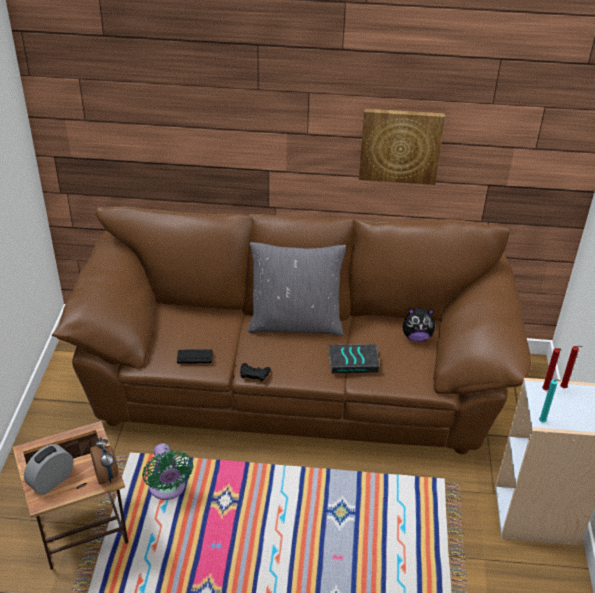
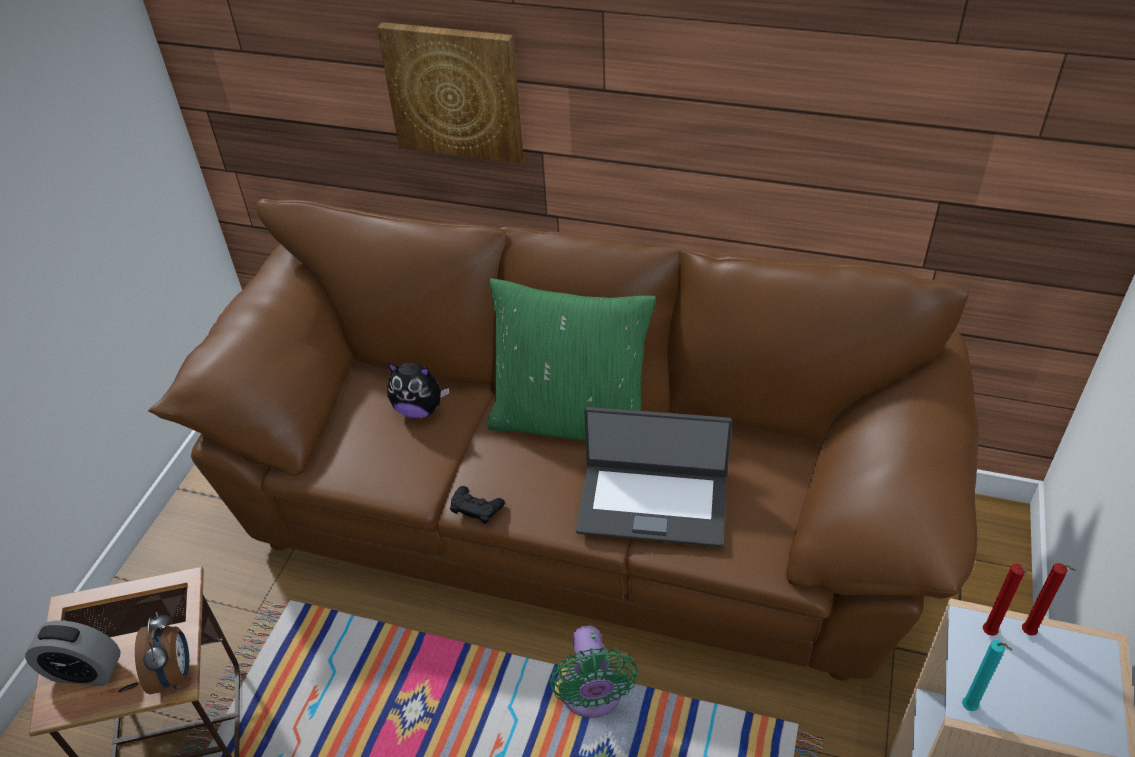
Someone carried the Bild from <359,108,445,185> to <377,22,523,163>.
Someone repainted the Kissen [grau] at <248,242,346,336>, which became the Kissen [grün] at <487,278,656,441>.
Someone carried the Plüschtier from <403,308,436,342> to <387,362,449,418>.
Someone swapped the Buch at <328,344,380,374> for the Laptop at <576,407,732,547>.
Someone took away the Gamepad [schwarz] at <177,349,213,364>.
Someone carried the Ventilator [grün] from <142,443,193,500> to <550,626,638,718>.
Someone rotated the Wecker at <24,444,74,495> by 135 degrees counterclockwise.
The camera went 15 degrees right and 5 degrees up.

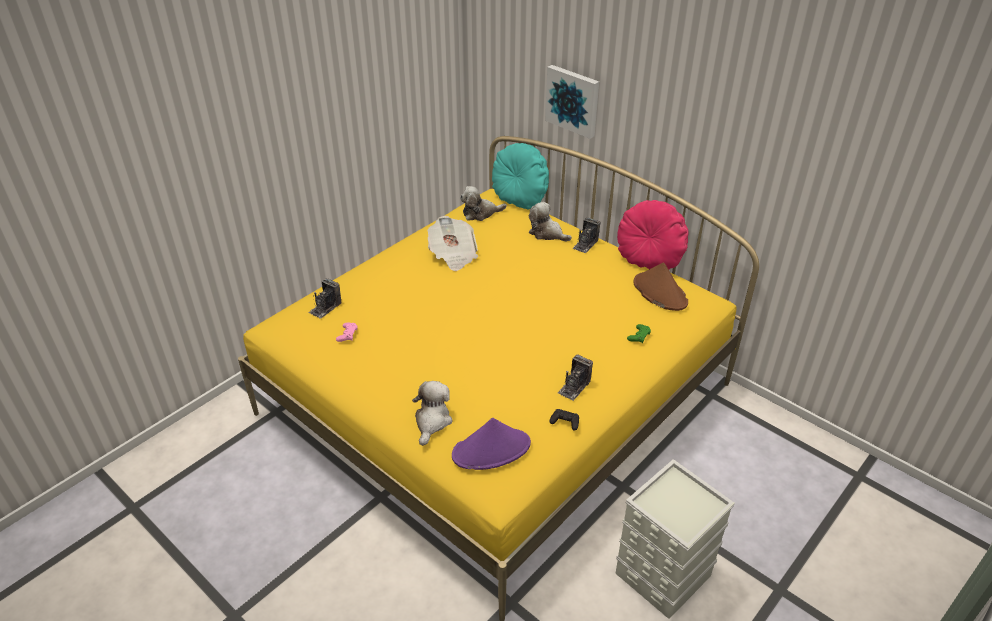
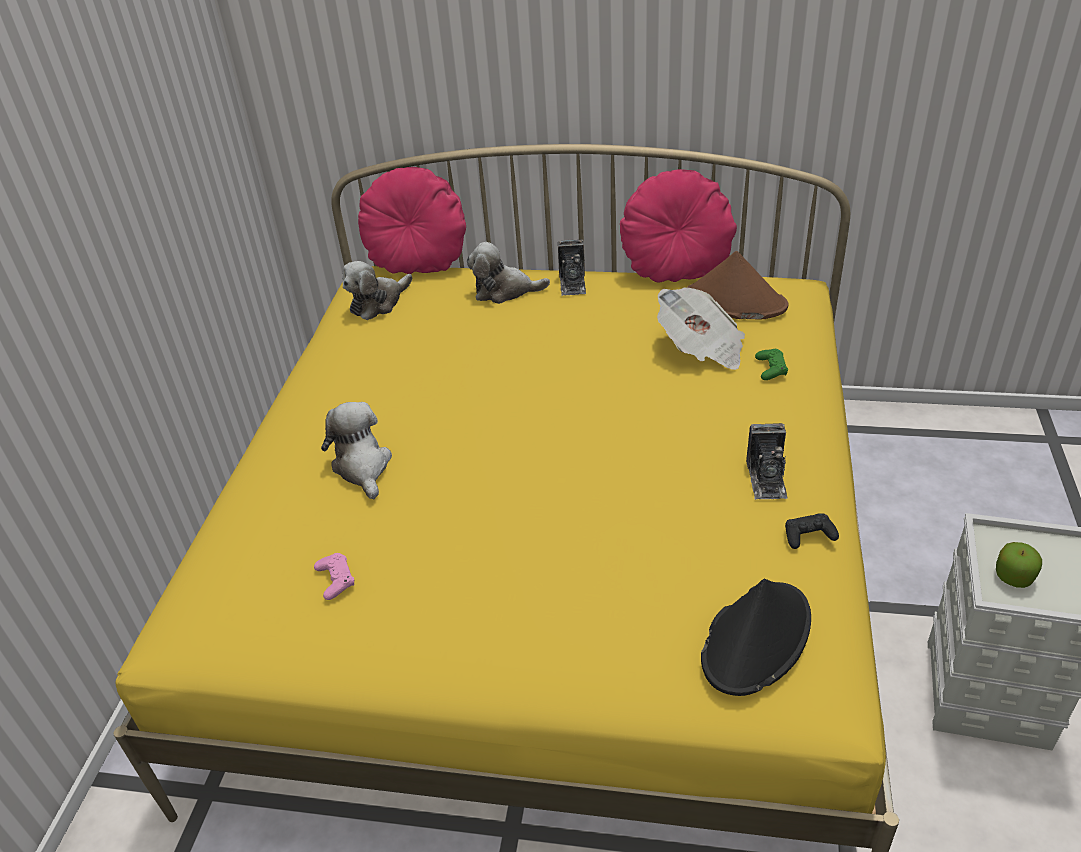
Someone took away the Bild at <545,65,599,139>.
Someone repainted the Kissen [türkis] at <492,143,549,210>, which became the Kissen [rosa] at <358,167,466,274>.
Someone carried the Zeitung from <428,216,478,271> to <657,287,745,370>.
Someone took away the Kamera at <309,278,341,319>.
Someone carried the Plüschtier from <412,381,452,446> to <321,402,392,500>.
Someone repainted the Hut [lila] at <452,418,531,470>, which became the Hut [schwarz] at <701,579,811,696>.
Someone put down the Apfel at <996,542,1042,588>.
The camera went 30 degrees left and 0 degrees up.

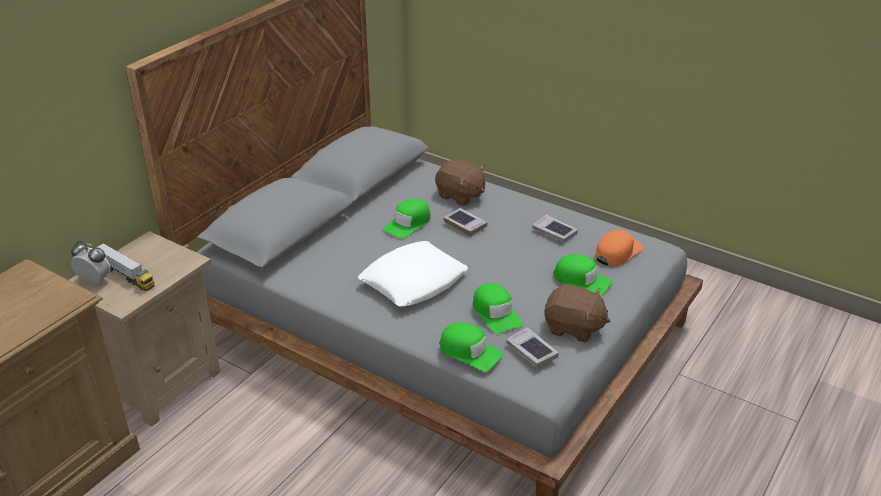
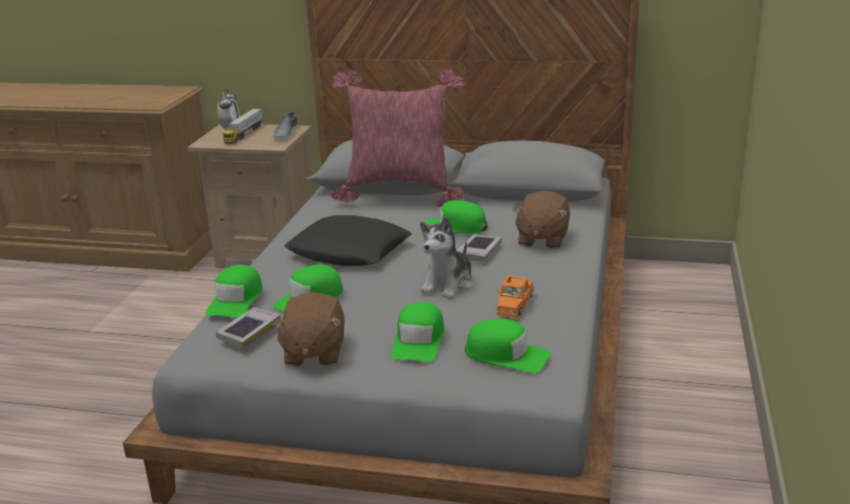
Someone swapped the Buch at <532,214,578,243> for the Spielzeugauto [orange] at <497,275,534,318>.
Someone repainted the Kappe [orange] at <595,230,644,266>, which became the Kappe [grün] at <465,318,550,373>.
Someone repainted the Kissen [weiß] at <358,241,468,307>, which became the Kissen [schwarz] at <284,215,411,266>.
Someone put down the Kissen [rot] at <330,68,466,207>.
Someone put down the Schuh [grau] at <273,112,298,140>.
Someone put down the Plüschtier at <420,217,473,299>.
The camera went 70 degrees right and 10 degrees down.

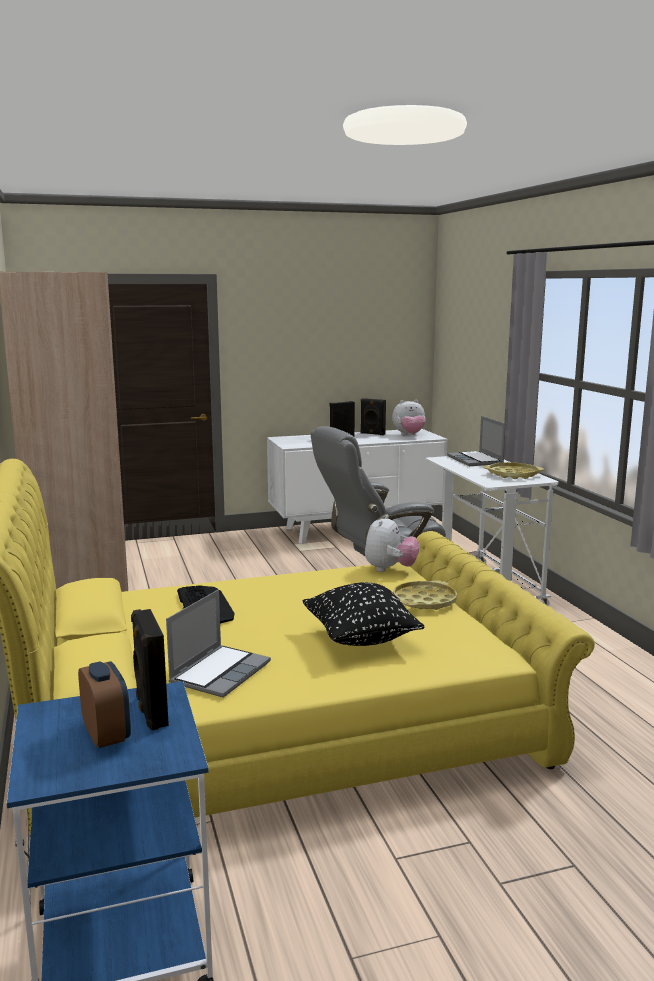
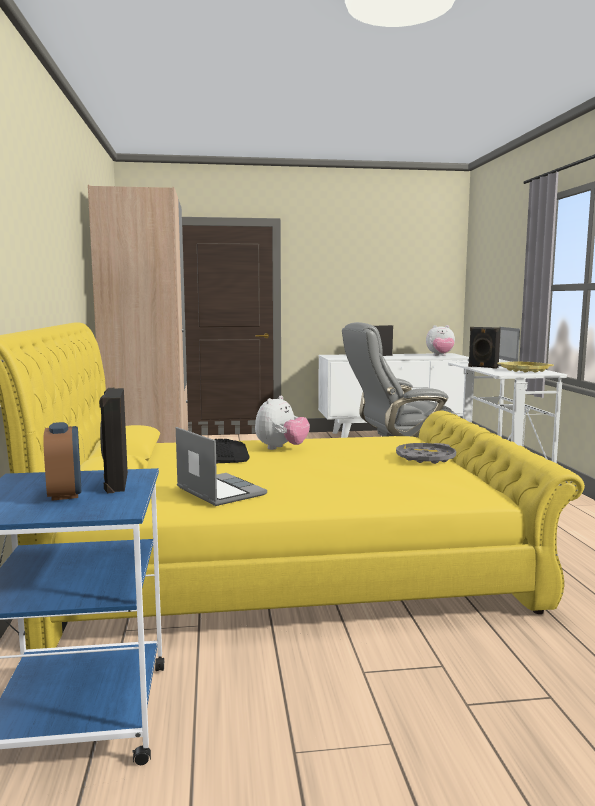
Someone carried the Lautsprecher [schwarz] from <360,398,386,435> to <468,327,501,369>.
Someone carried the Plüschtier from <365,515,419,572> to <255,396,310,450>.
Someone repainted the Tablett [gelb] at <393,580,457,610>, which became the Tablett [grau] at <396,443,456,464>.
Someone took away the Kissen [schwarz] at <303,582,425,646>.
Someone rotated the Laptop at <166,590,271,698> by 75 degrees counterclockwise.
The camera went 10 degrees right and 5 degrees down.

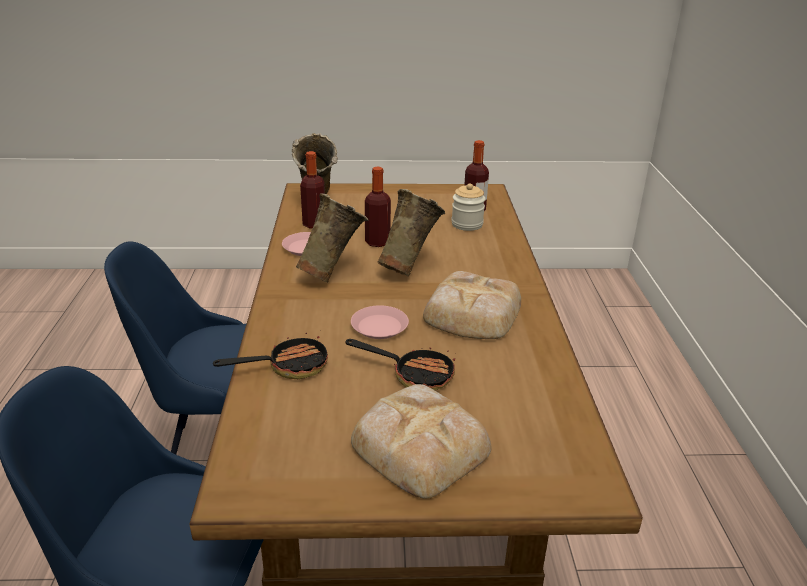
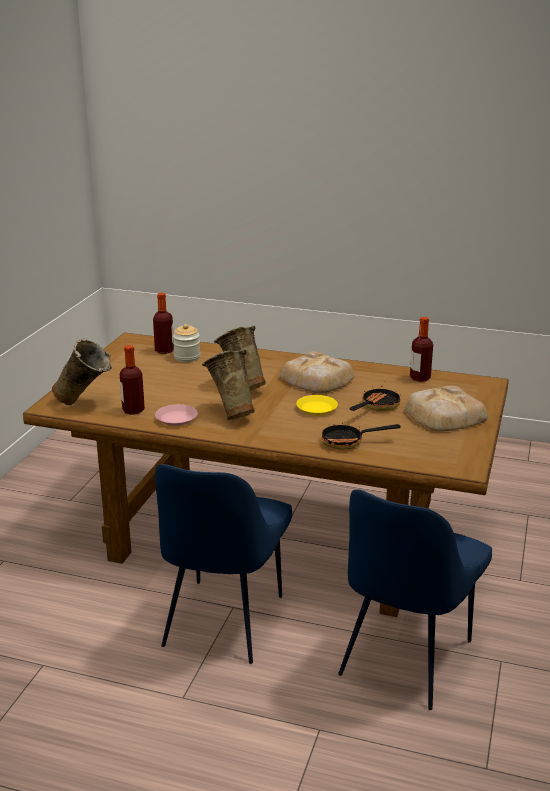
Someone carried the Flasche from <365,167,391,247> to <410,317,433,382>.
Someone repainted the Teller [rosa] at <351,305,409,339>, which became the Teller [gelb] at <296,395,338,415>.
Someone rotated the Pfanne at <213,333,328,379> by 90 degrees counterclockwise.
The camera went 70 degrees left and 5 degrees down.

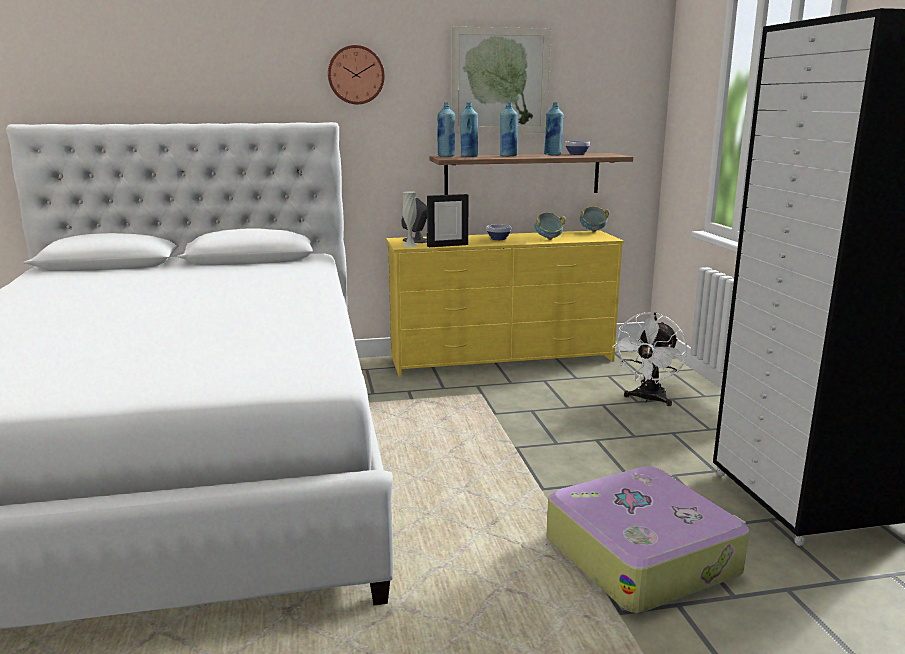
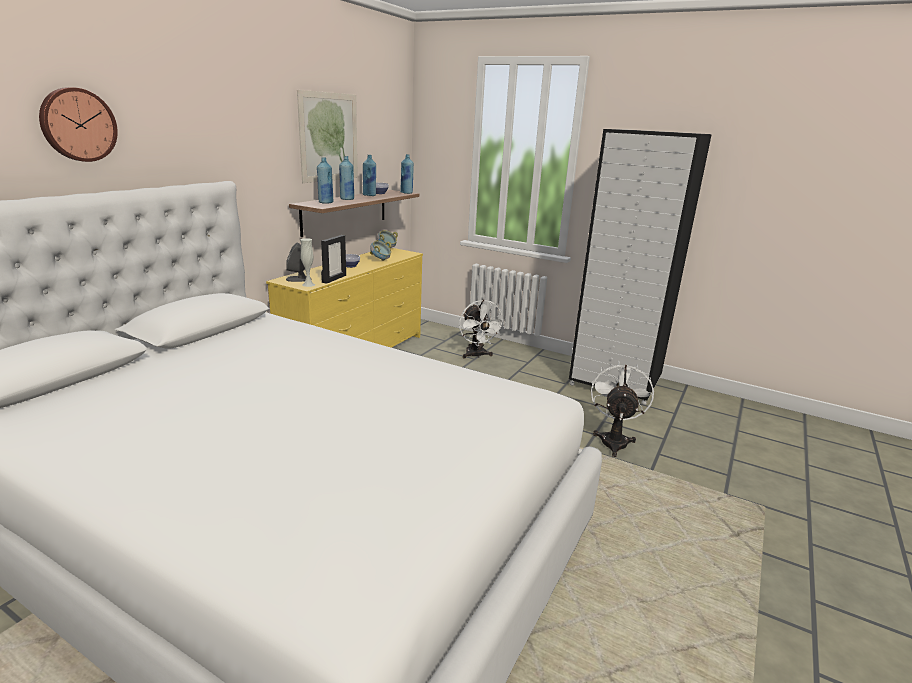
Someone carried the Wanduhr from <328,45,385,104> to <39,87,118,162>.
Someone carried the Flasche [blau] from <437,102,455,157> to <400,154,414,194>.
Someone swapped the Koffer at <547,466,749,613> for the Ventilator [weiß] at <591,361,654,457>.
The camera went 50 degrees left and 5 degrees up.

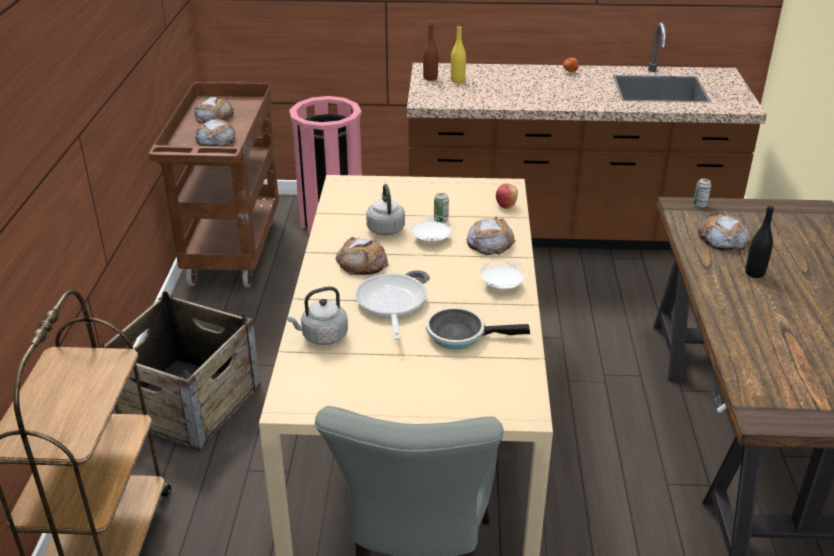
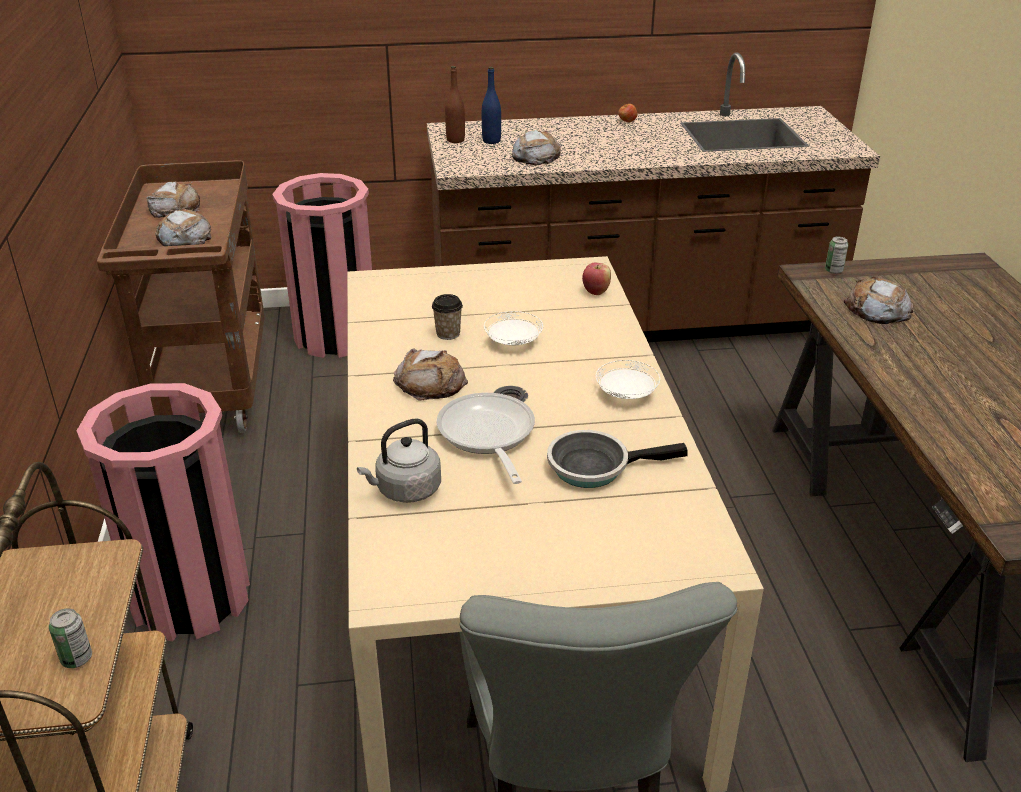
Someone repainted the Flasche [gelb] at <451,24,466,83>, which became the Flasche [blau] at <482,67,501,144>.
Someone swapped the Wasserkessel [grau] at <366,184,405,235> for the Tasse at <432,294,463,340>.
Someone carried the Dose from <434,193,449,223> to <49,608,92,668>.
Someone took away the Flasche [schwarz] at <745,204,774,278>.
Someone carried the Brot from <466,216,516,255> to <512,130,562,166>.
Someone swapped the Kiste at <100,291,261,451> for the Mülleimer [rosa] at <77,383,250,642>.
The camera went 10 degrees left and 0 degrees up.

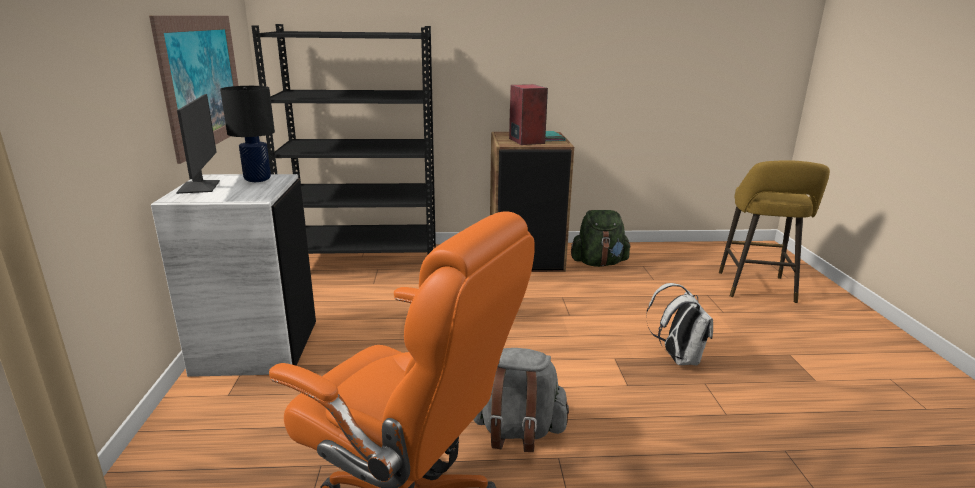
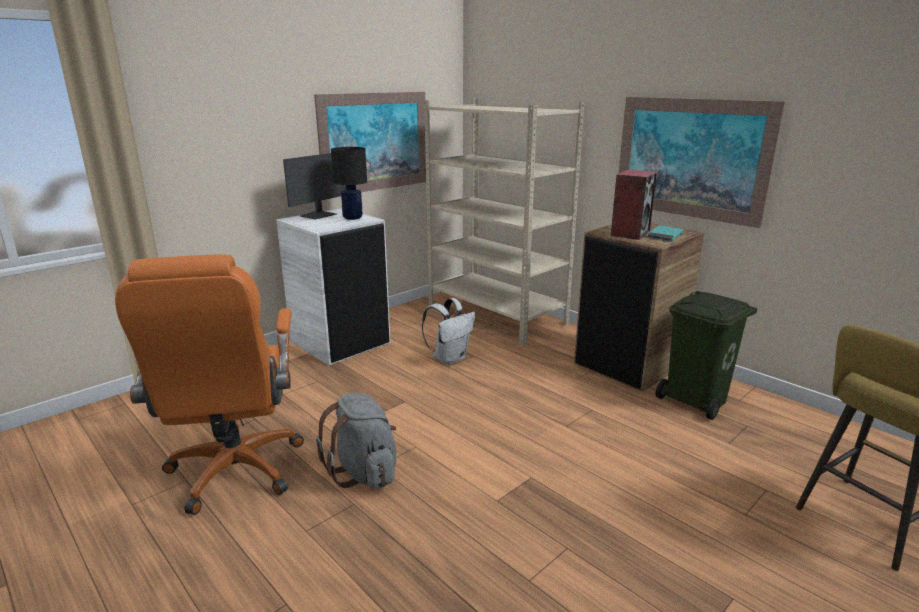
Someone repainted the Bücherregal [schwarz] at <252,24,436,254>, which became the Bücherregal [beige] at <424,98,585,345>.
Someone swapped the Rucksack [grün] at <571,210,631,267> for the Mülleimer [grün] at <656,291,757,420>.
Someone carried the Rucksack [weiß] from <646,283,713,366> to <422,298,475,365>.
Someone put up the Bild at <619,97,786,228>.
The camera went 50 degrees right and 0 degrees up.

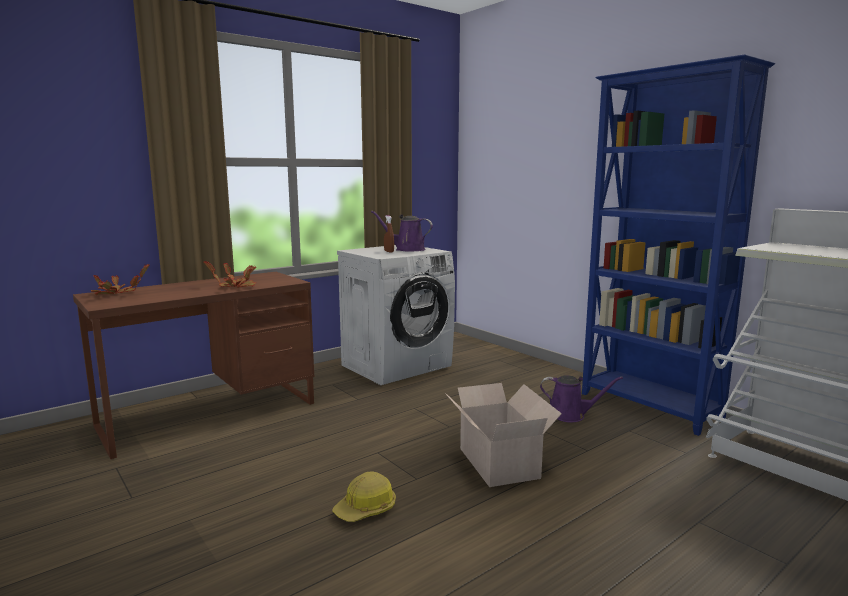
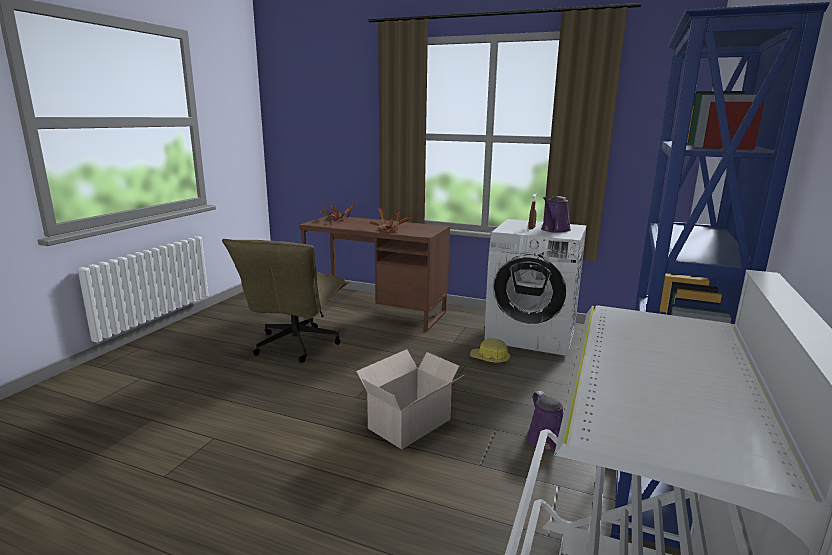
Someone rotated the Gießkanne [lila] at <371,211,433,252> by 135 degrees counterclockwise.
Someone carried the Schutzhelm from <332,472,396,522> to <470,338,510,363>.
Someone put down the Bürostuhl [beige] at <222,239,350,363>.
The camera went 60 degrees right and 5 degrees up.

